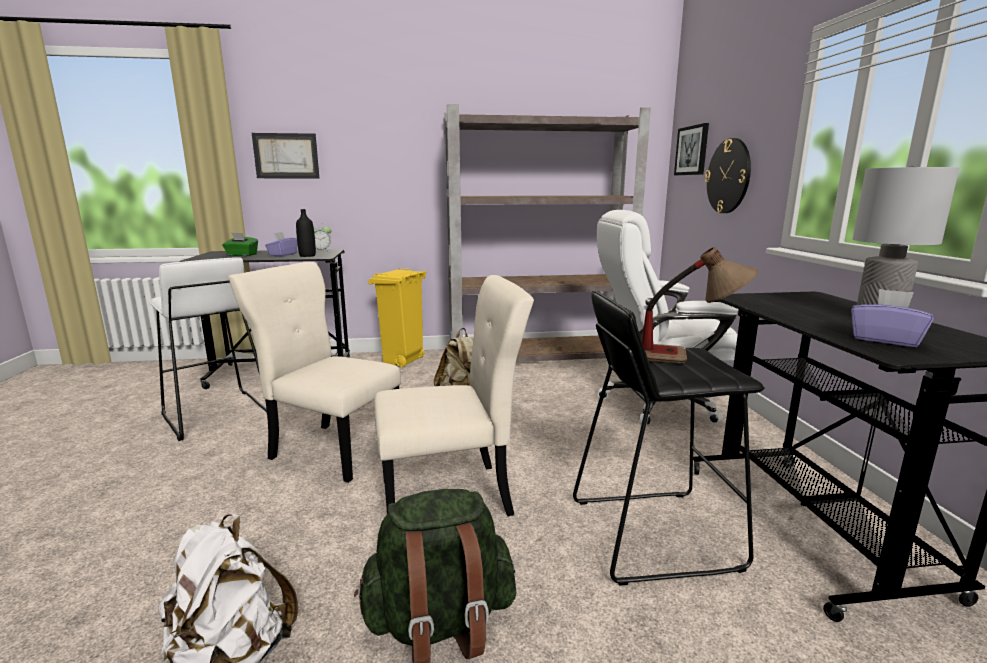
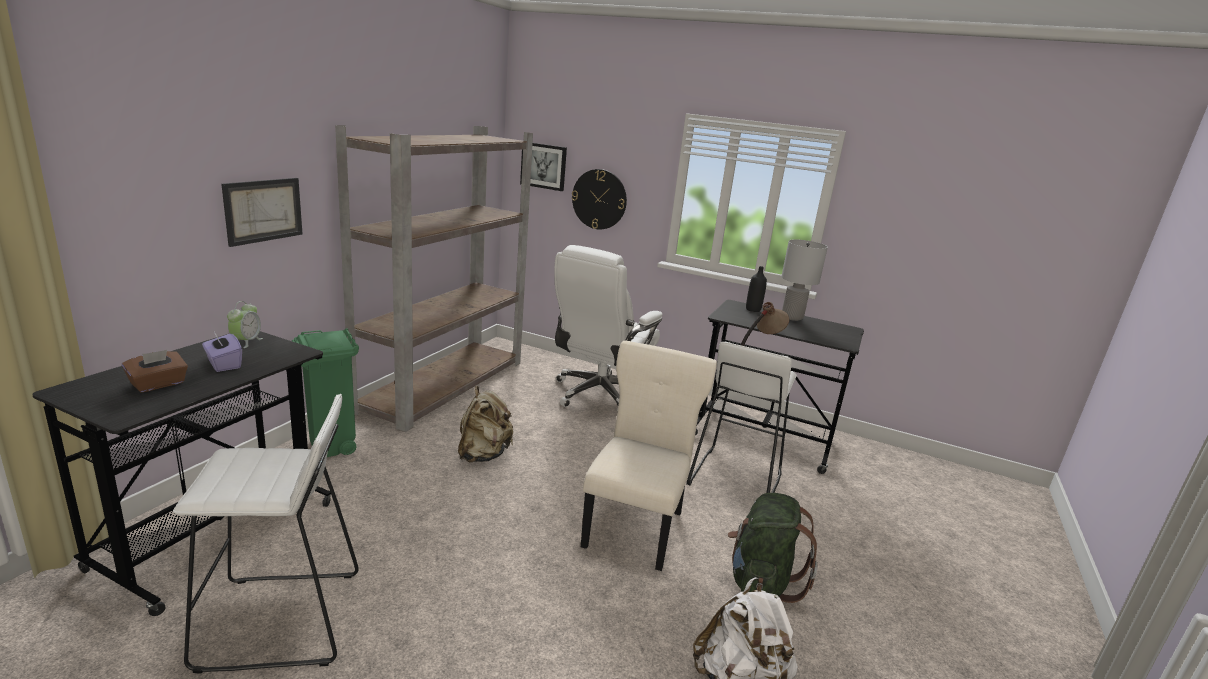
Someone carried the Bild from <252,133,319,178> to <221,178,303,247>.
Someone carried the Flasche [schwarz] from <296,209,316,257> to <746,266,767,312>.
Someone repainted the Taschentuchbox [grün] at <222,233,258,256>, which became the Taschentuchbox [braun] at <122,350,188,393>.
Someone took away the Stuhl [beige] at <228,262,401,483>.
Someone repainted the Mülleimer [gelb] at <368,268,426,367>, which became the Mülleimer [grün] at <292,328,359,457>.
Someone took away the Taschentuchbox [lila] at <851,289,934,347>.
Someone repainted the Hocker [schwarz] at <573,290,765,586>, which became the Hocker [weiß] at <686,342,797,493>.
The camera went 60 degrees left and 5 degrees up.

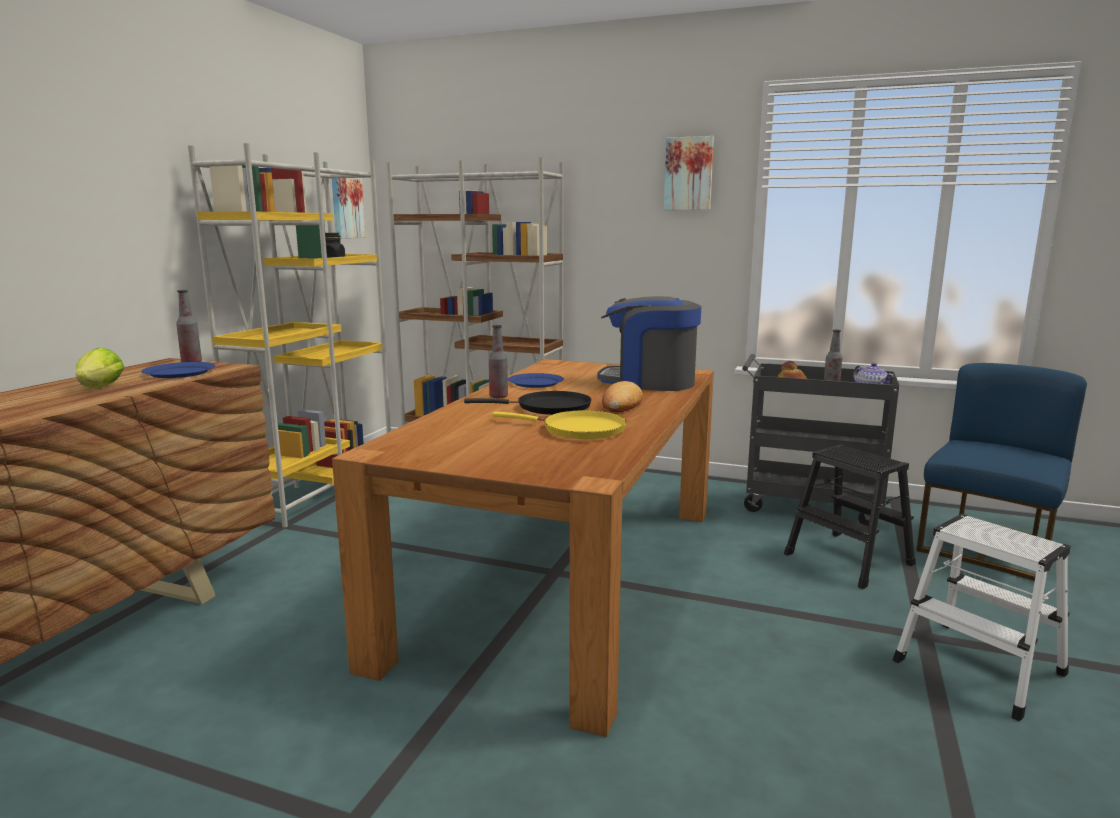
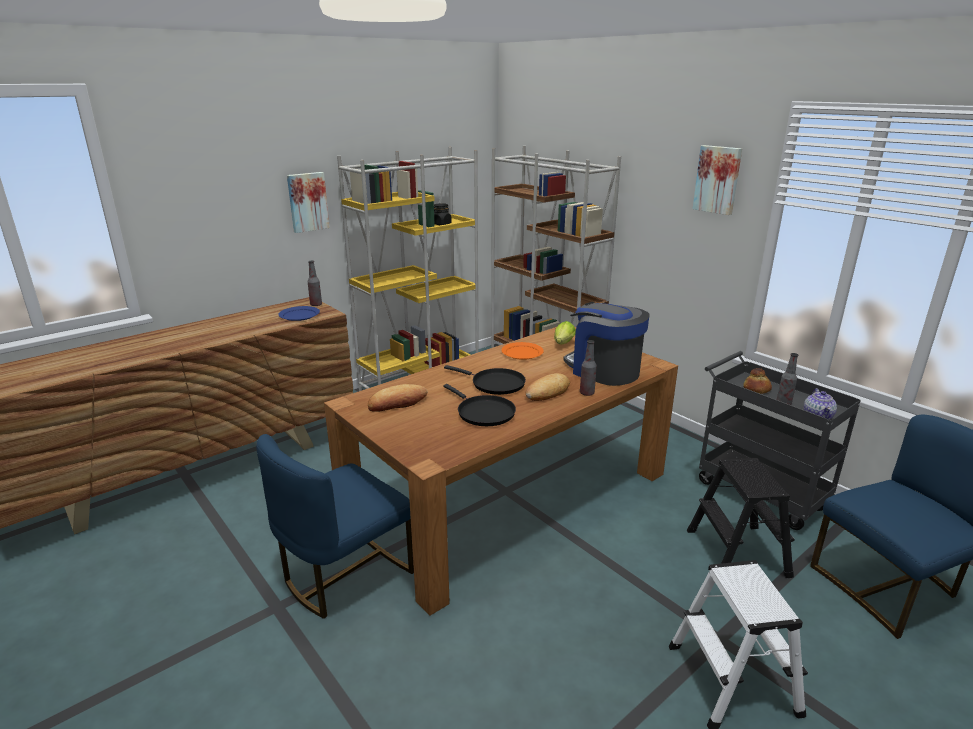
Someone carried the Bild from <332,178,366,238> to <287,172,330,233>.
Someone carried the Flasche from <489,325,508,398> to <580,340,597,396>.
Someone carried the Salatkopf from <76,348,124,388> to <554,321,576,344>.
Someone repainted the Teller [blau] at <508,373,564,388>, which became the Teller [orange] at <501,342,544,360>.
Someone repainted the Pfanne [gelb] at <492,410,627,439>, which became the Pfanne [schwarz] at <443,384,516,426>.
Someone put down the Brot at <368,384,427,412>.
Someone put down the Stuhl [blau] at <256,434,414,619>.
The camera went 30 degrees right and 10 degrees up.

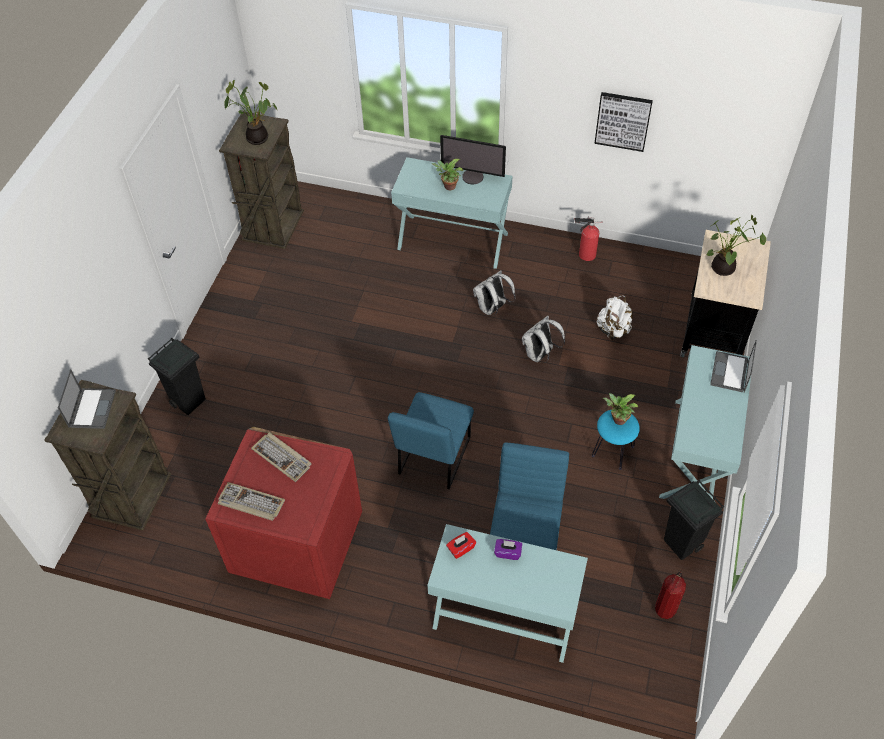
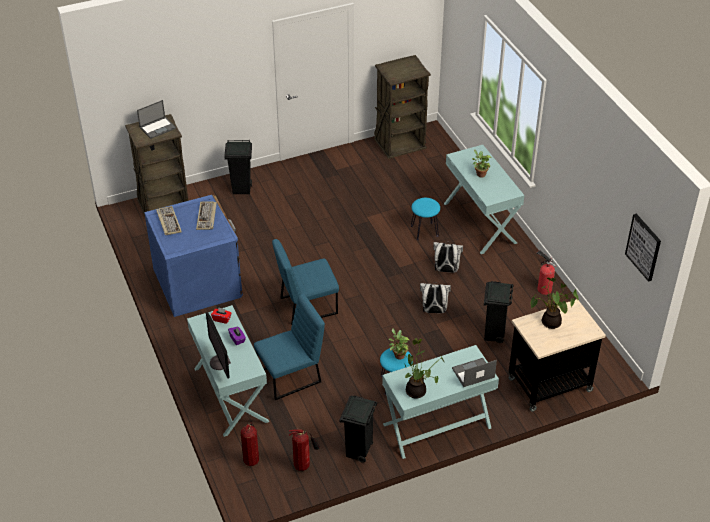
Someone carried the Topfpflanze from <224,80,278,145> to <396,338,445,399>.
Someone carried the Bild from <594,92,653,152> to <625,214,661,282>.
Someone carried the Monitor from <440,135,506,185> to <206,312,231,379>.
Someone swapped the Rucksack [weiß] at <597,295,633,340> for the Mülleimer [schwarz] at <484,281,513,343>.
Someone repainted the Kommode [rot] at <205,427,362,599>, which became the Kommode [blau] at <144,195,243,317>.
Someone put down the Hocker [türkis] at <411,198,440,240>.
Someone put down the Feuerlöscher at <241,422,259,466>.
The camera went 50 degrees right and 10 degrees down.

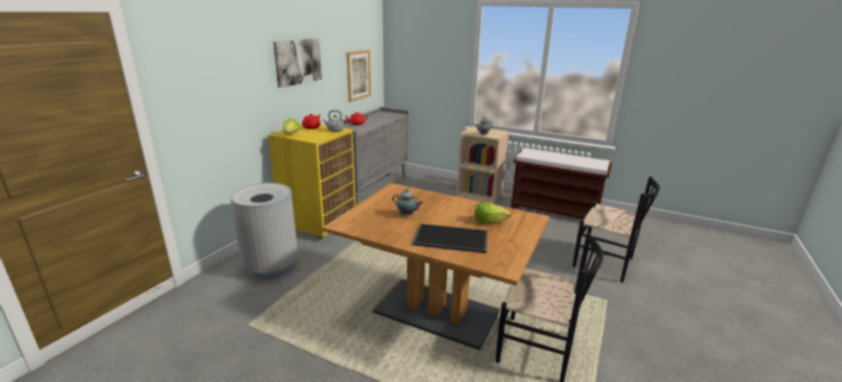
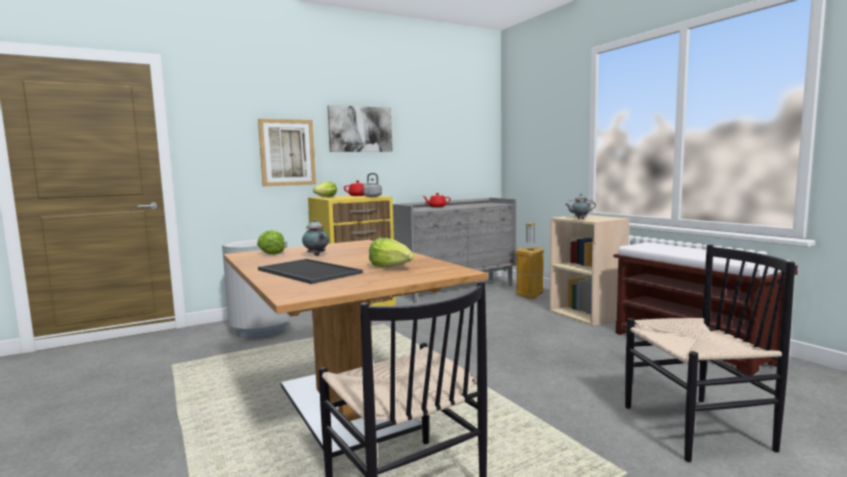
Someone carried the Bild from <347,50,371,102> to <258,119,316,186>.
Someone rotated the Stuhl [schwarz] at <573,176,660,282> by 75 degrees counterclockwise.
Someone put down the Mülleimer at <516,223,544,299>.
Someone put down the Salatkopf at <257,230,285,255>.
The camera went 35 degrees right and 15 degrees down.

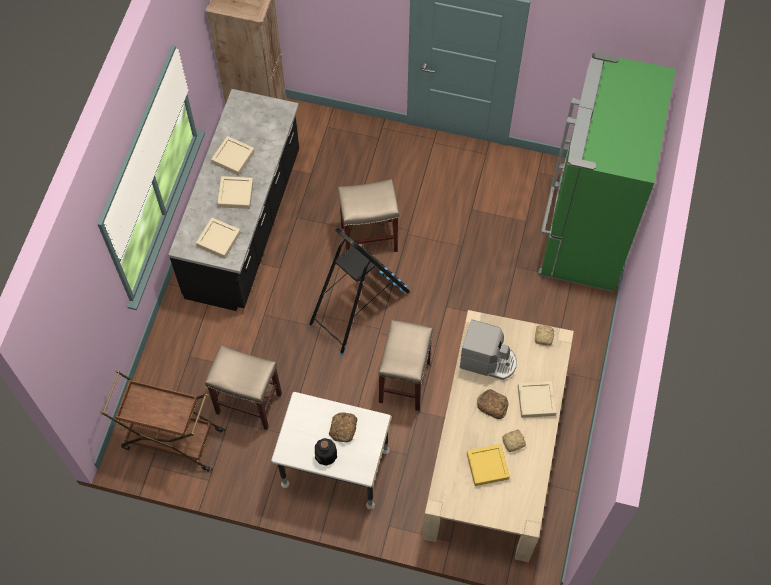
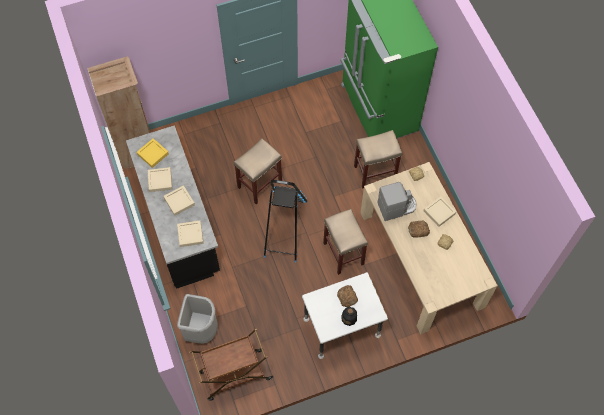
Someone carried the Hocker [beige] from <205,345,282,430> to <354,130,402,189>.
Someone carried the Tablett [gelb] from <467,444,510,486> to <137,138,169,168>.
Someone put down the Mülleimer [grau] at <177,294,218,344>.
The camera went 35 degrees left and 0 degrees up.

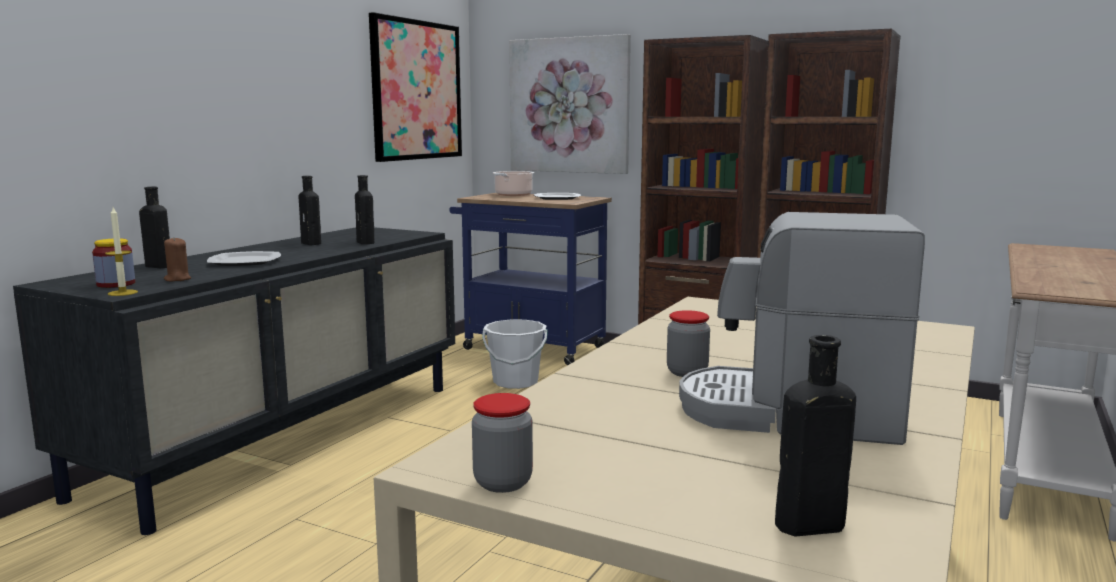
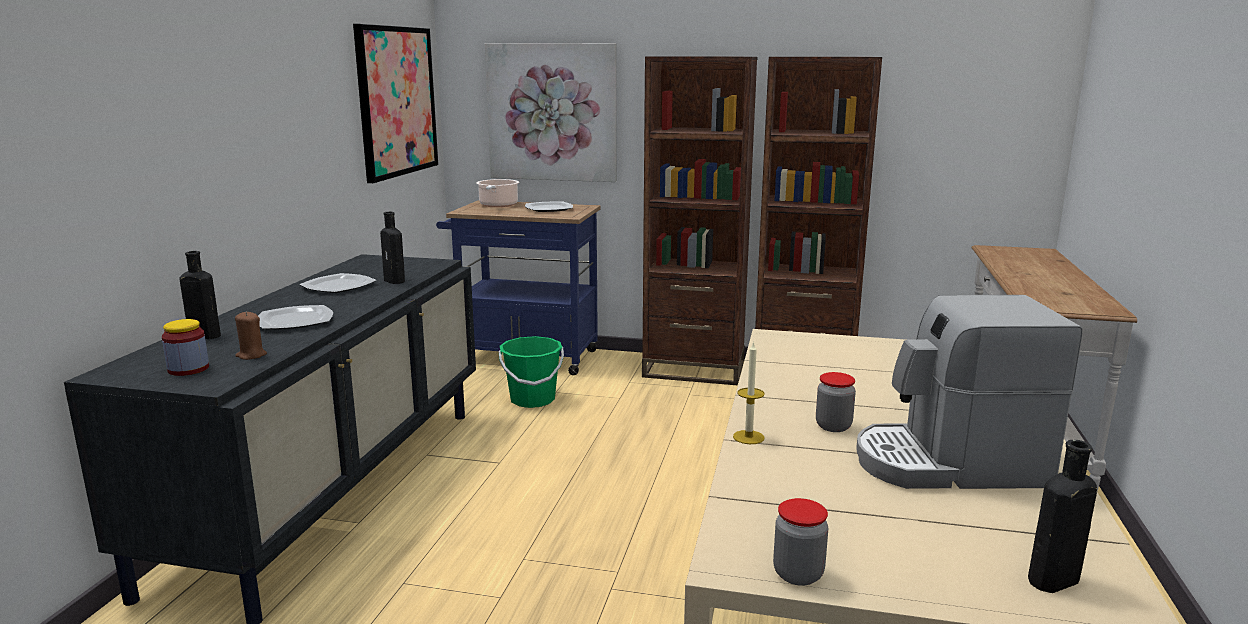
Someone swapped the Flasche [schwarz] at <299,176,321,245> for the Teller at <300,273,376,293>.
Someone carried the Kerze from <105,207,138,296> to <733,341,765,444>.
Someone repainted the Eimer [weiß] at <482,319,547,389>, which became the Eimer [grün] at <499,336,564,408>.
The camera went 15 degrees left and 5 degrees up.

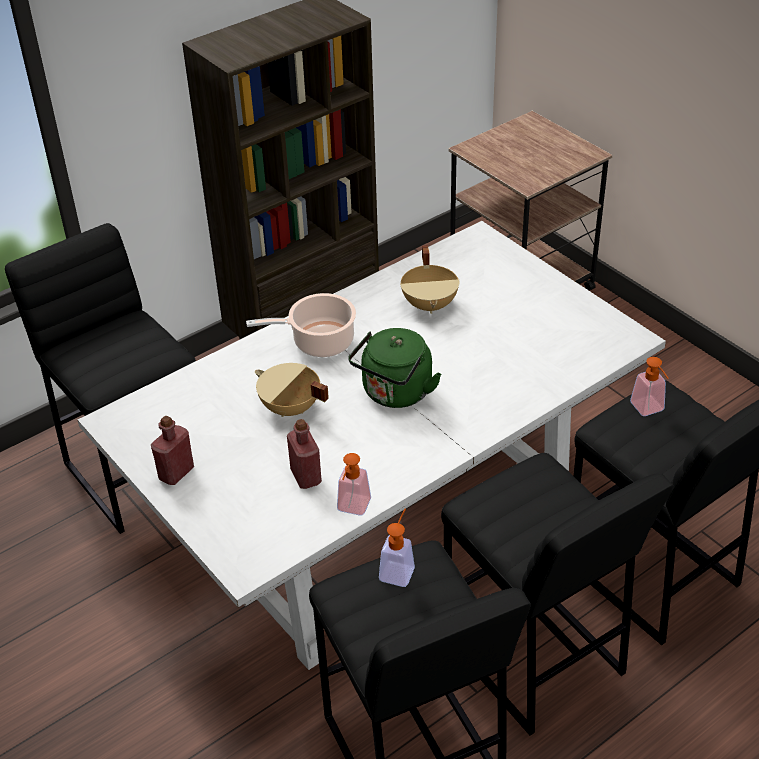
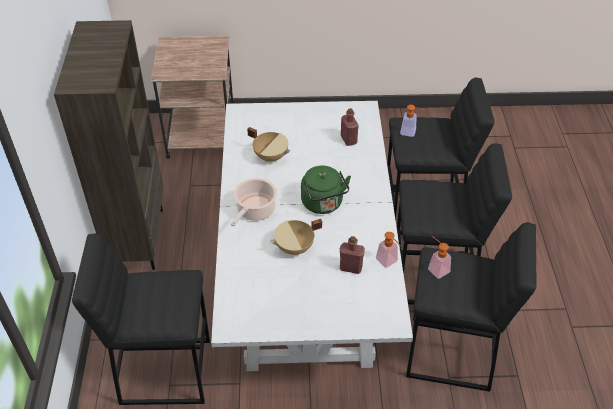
Someone carried the Flasche [rot] from <151,416,194,485> to <341,108,359,146>.
The camera went 55 degrees left and 5 degrees up.

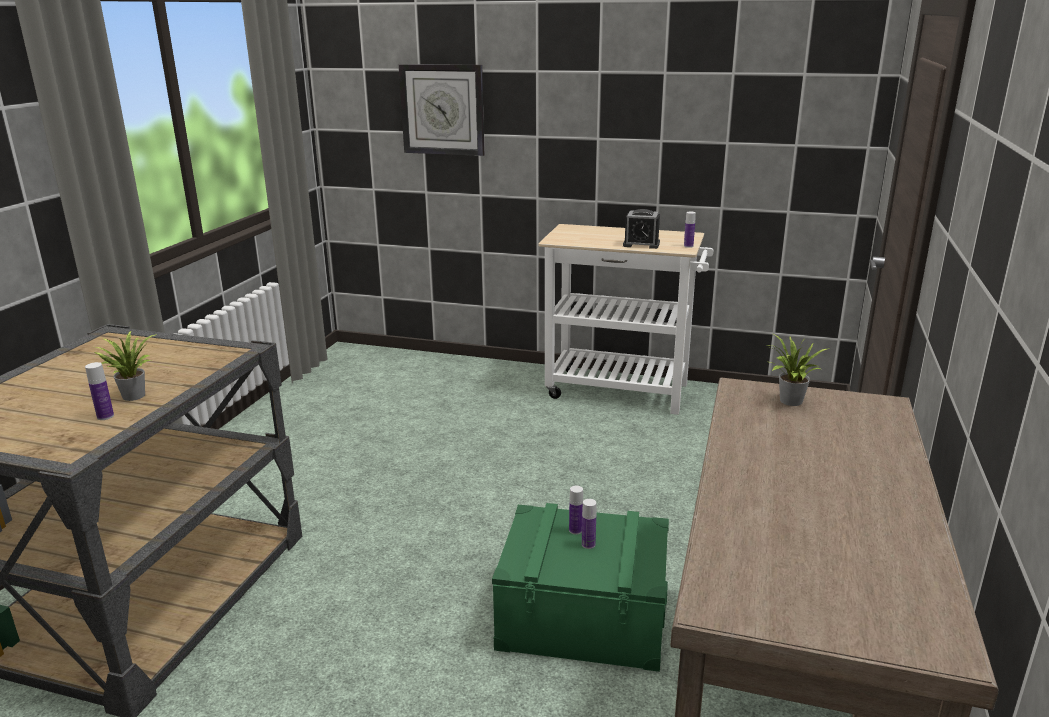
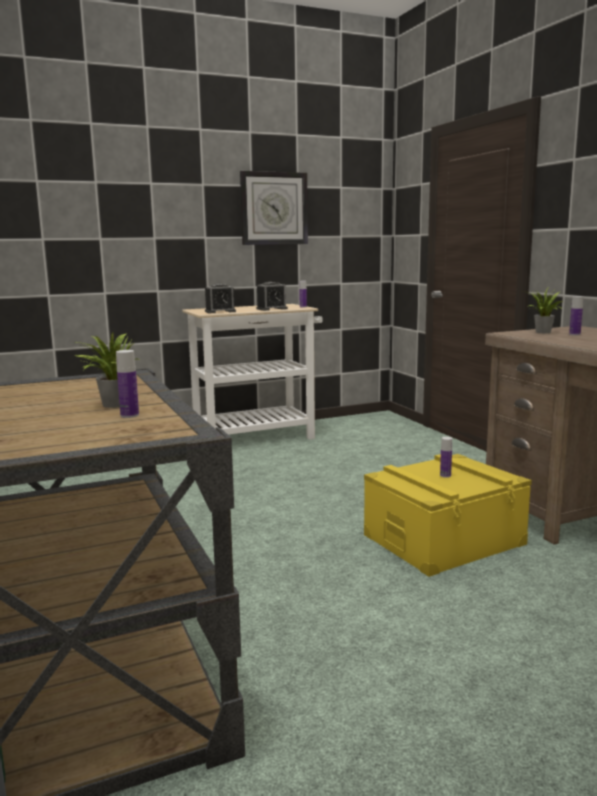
Someone carried the Wanduhr from <399,64,485,156> to <240,171,308,245>.
Someone carried the Flasche from <569,486,583,535> to <569,296,583,335>.
Someone repainted the Aufbewahrungsbox [grün] at <492,503,669,672>, which became the Aufbewahrungsbox [gelb] at <364,454,532,577>.
Someone put down the Wecker at <205,284,236,313>.
The camera went 40 degrees left and 10 degrees down.

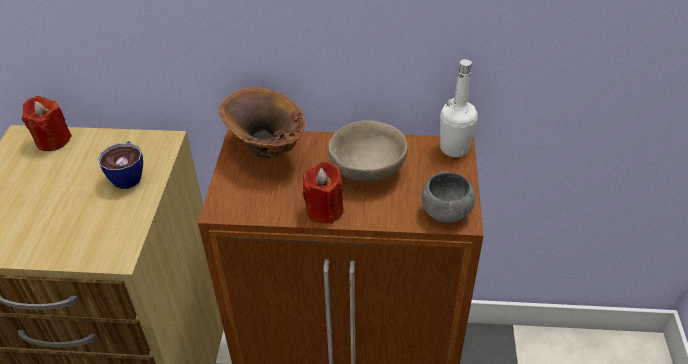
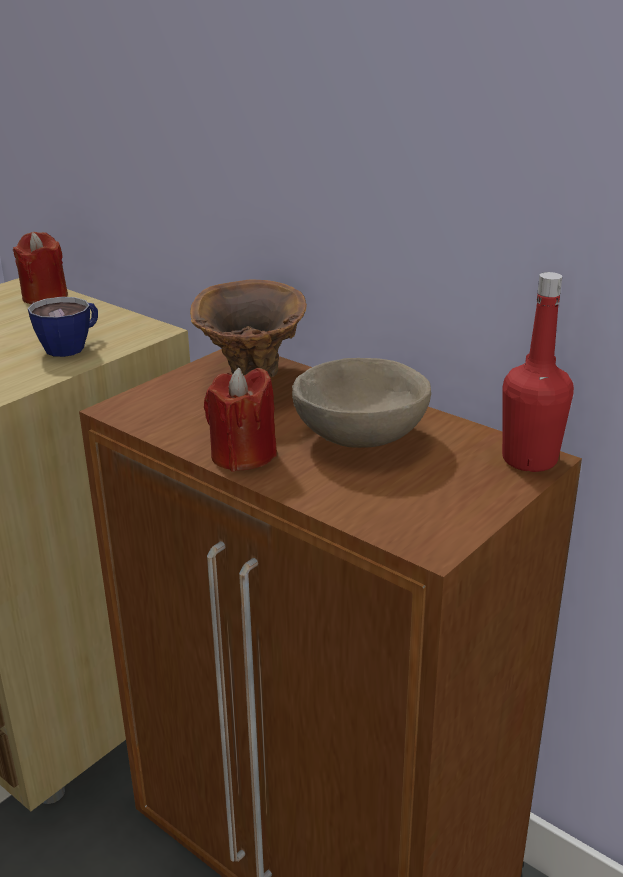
Someone repainted the Flasche [weiß] at <440,59,478,157>, which became the Flasche [rot] at <502,272,574,472>.
Someone took away the Schüssel [grau] at <421,172,476,223>.
The camera went 35 degrees right and 15 degrees down.

